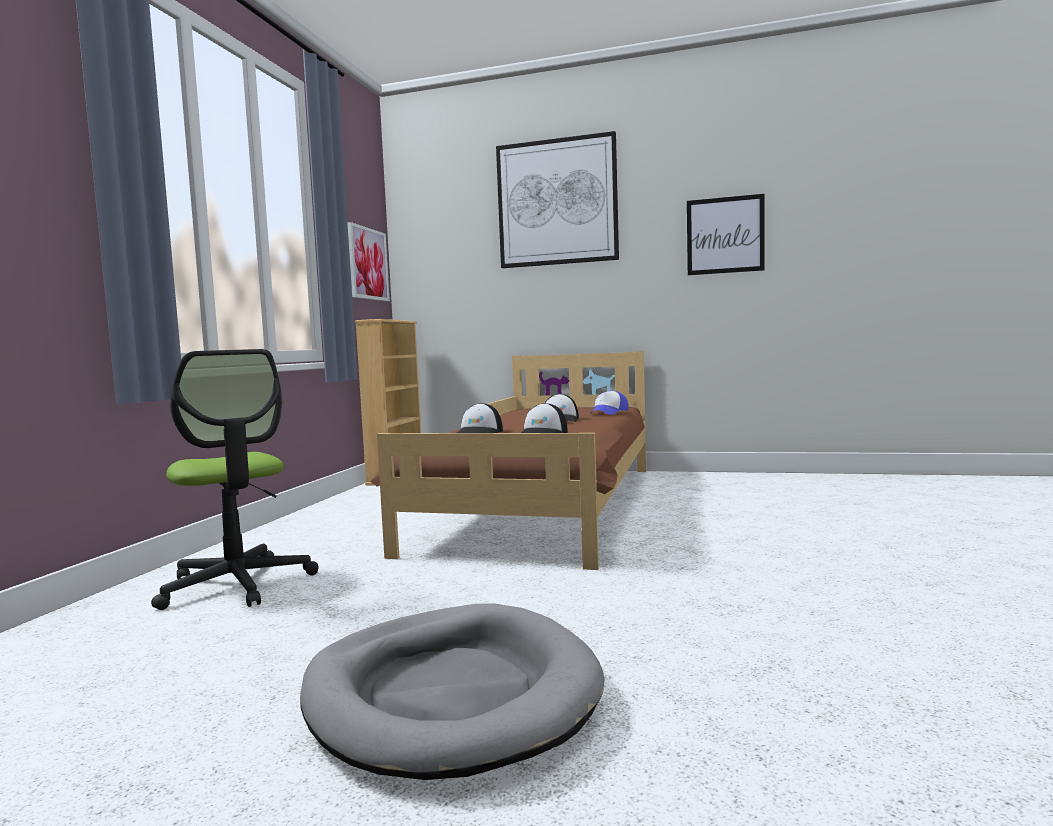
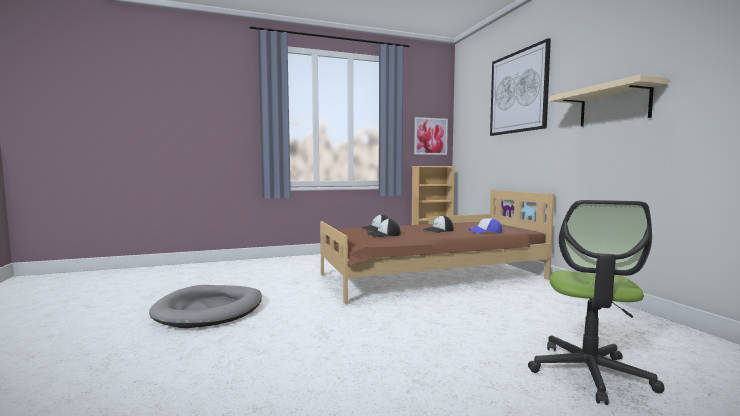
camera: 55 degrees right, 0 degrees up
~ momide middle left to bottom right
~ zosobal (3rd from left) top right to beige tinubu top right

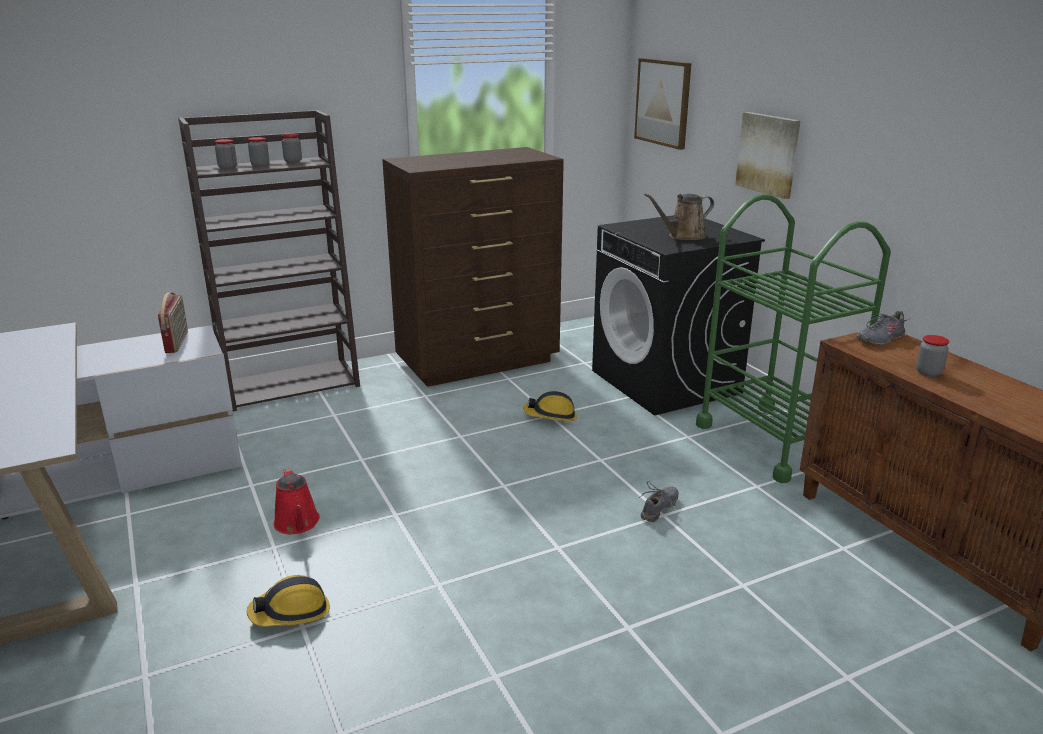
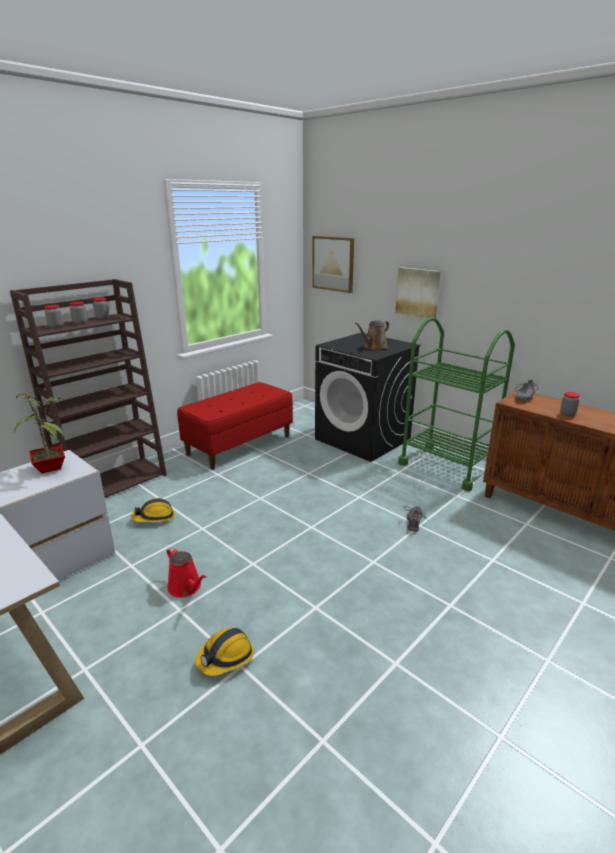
camera: 20 degrees left, 0 degrees up
~ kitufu middle left to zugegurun middle left
~ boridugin (2nd from left in the first image) centre to boridugin (1st from left) middle left
~ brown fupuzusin centre to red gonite centre

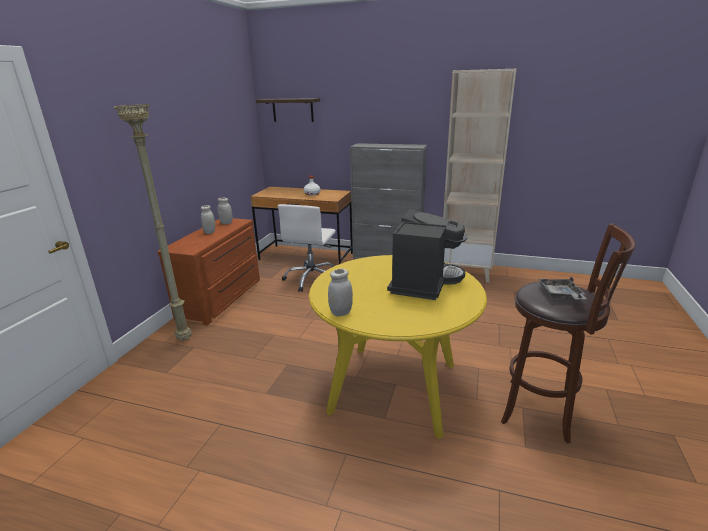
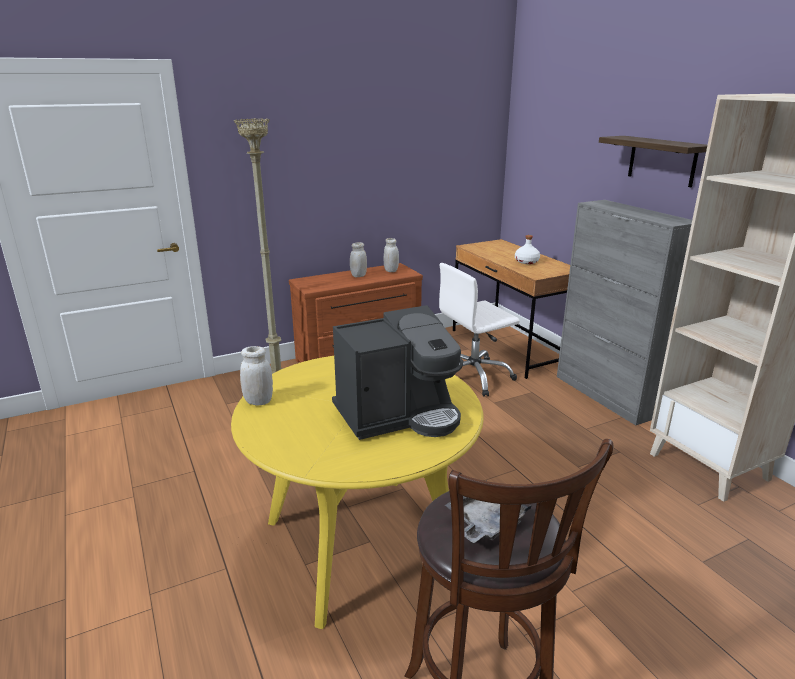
camera: 45 degrees right, 0 degrees up
~ tinubu top centre to top right

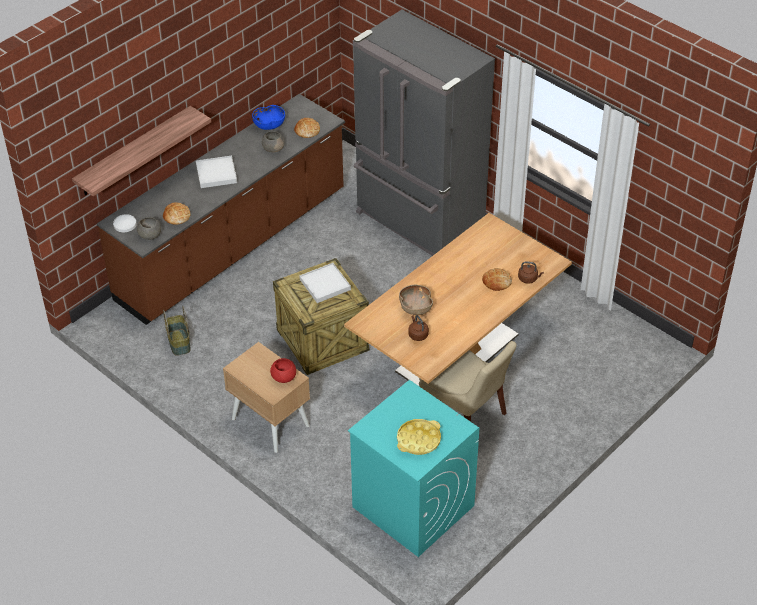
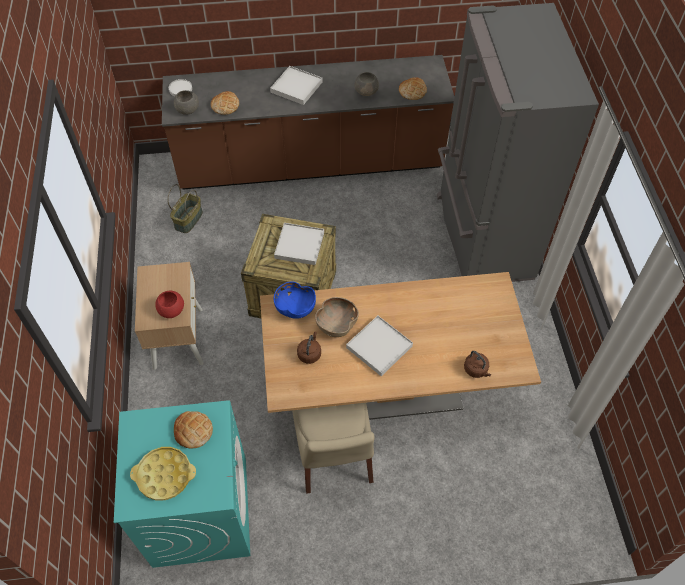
camera: 40 degrees right, 10 degrees up
~ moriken (3rd from left in the first image) centre to moriken (1st from left) bottom left
~ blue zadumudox top centre to centre
+ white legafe (3rd from left) centre
- tinubu top left

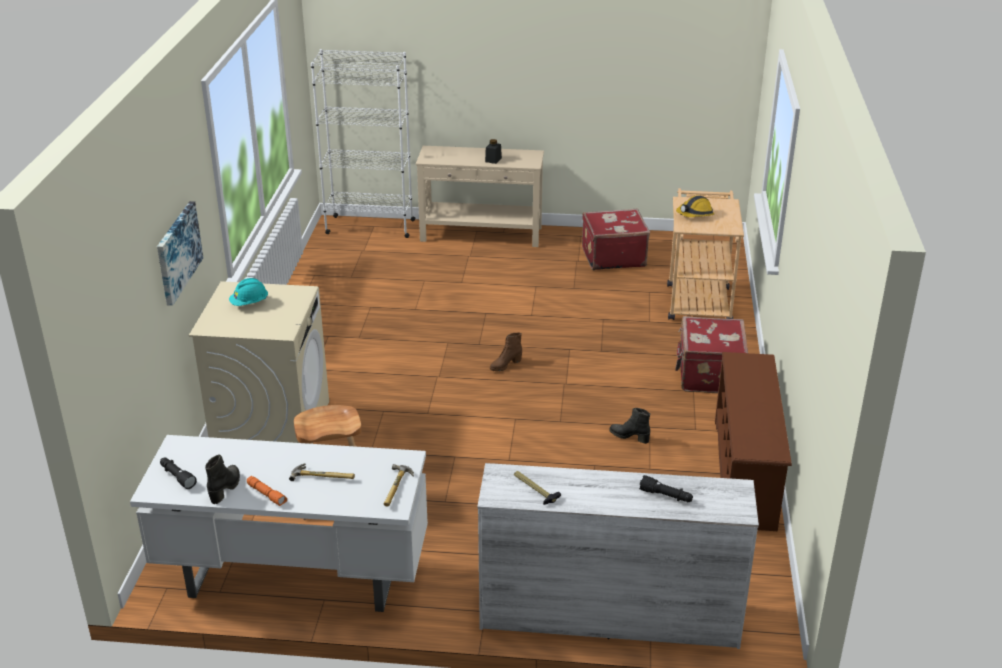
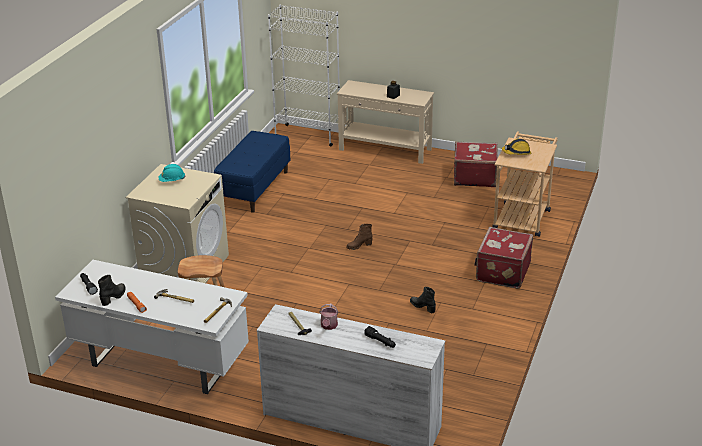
camera: 15 degrees right, 0 degrees up
+ blue gonite centre
+ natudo bottom centre
- zosobal middle left
- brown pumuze middle right

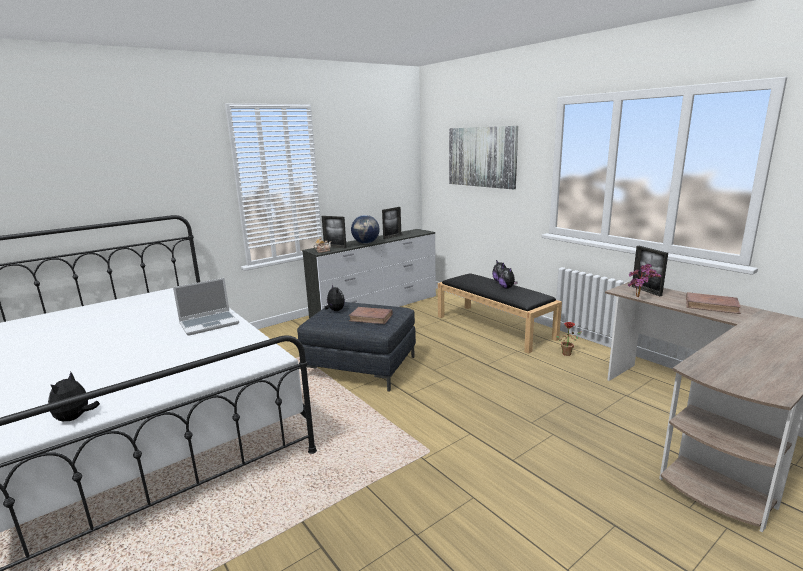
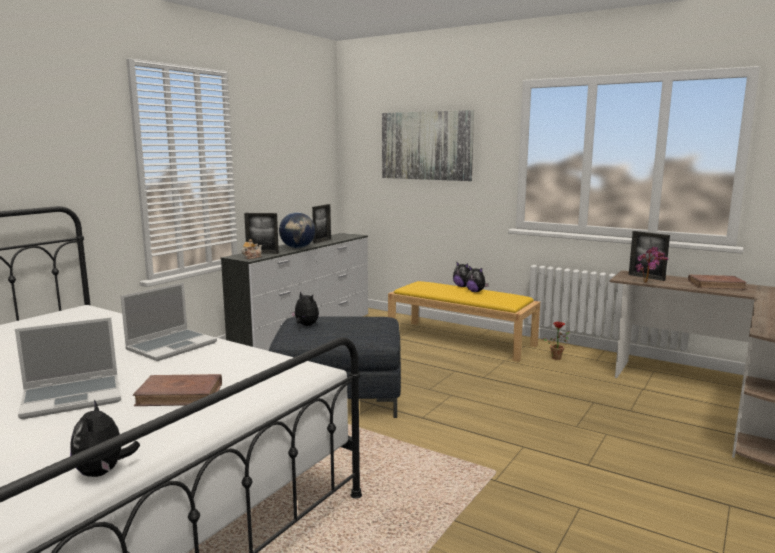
camera: 20 degrees left, 5 degrees down
+ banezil (1st from left) middle left
~ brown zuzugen (1st from left) centre to bottom left
~ black gonite centre to yellow gonite centre

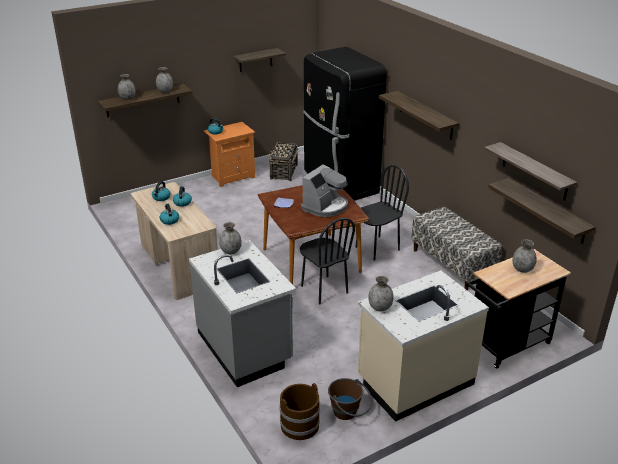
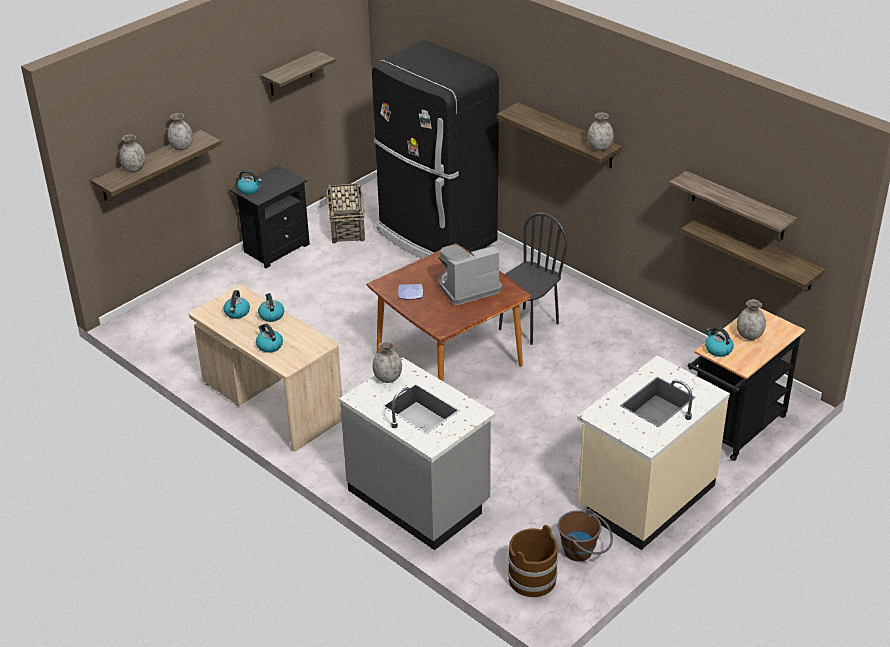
camera: 15 degrees left, 5 degrees up
~ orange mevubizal top centre to black mevubizal middle left
~ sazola centre = centre 135 degrees counterclockwise
~ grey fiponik (4th from left) centre to top right
+ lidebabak (5th from left) middle right
- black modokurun (1st from left) centre
- gonite middle right

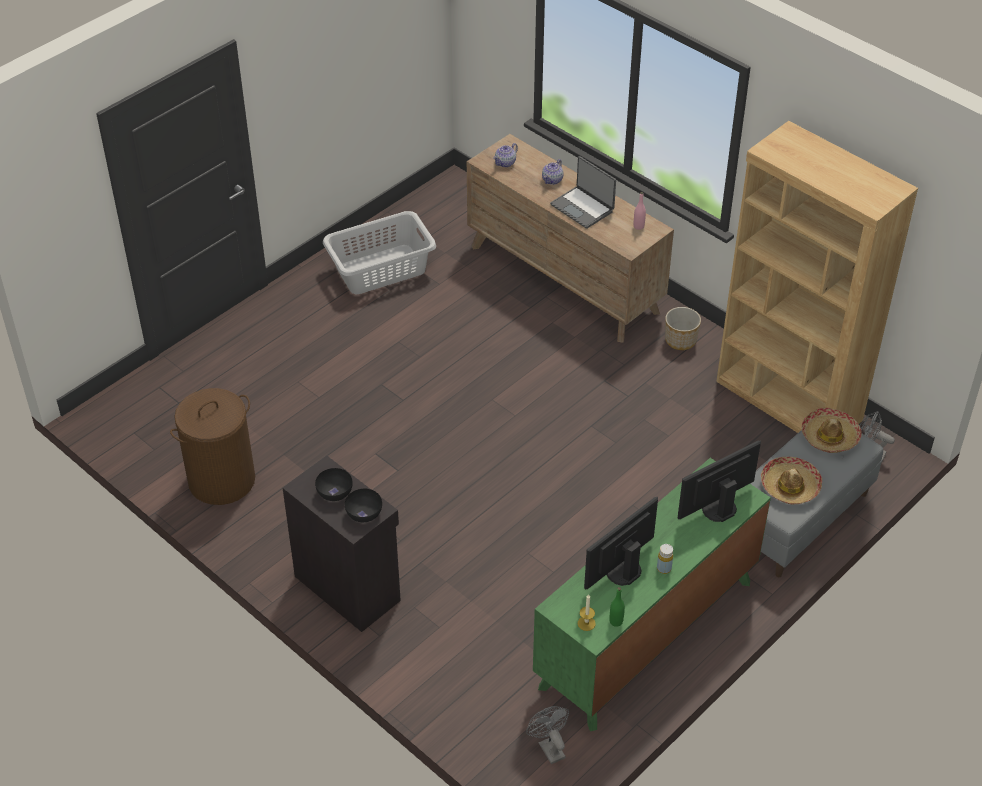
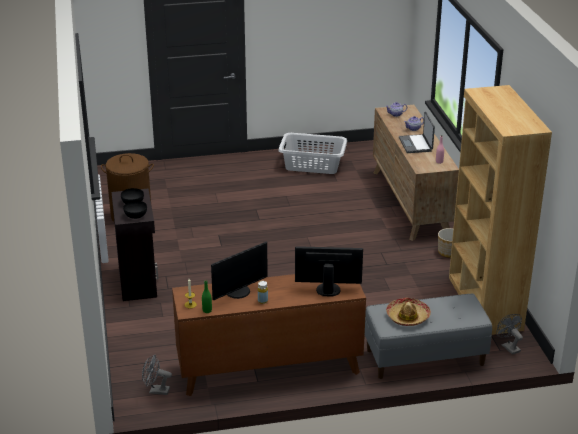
camera: 35 degrees right, 15 degrees down
~ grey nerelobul (1st from left) bottom centre = bottom left 90 degrees counterclockwise
~ green fupuzusin bottom centre to brown fupuzusin (1st from left) bottom centre
~ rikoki (1st from left) bottom centre = centre 150 degrees clockwise
- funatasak (2nd from left) middle right

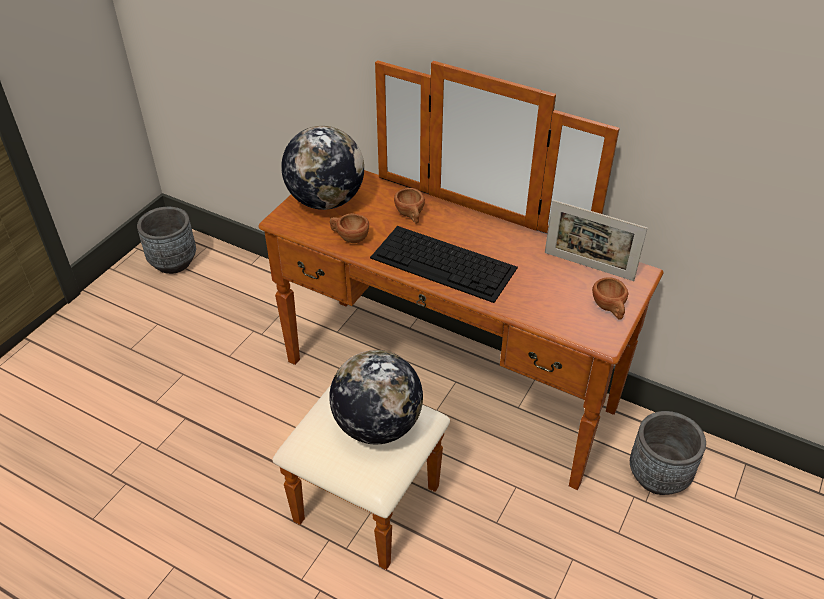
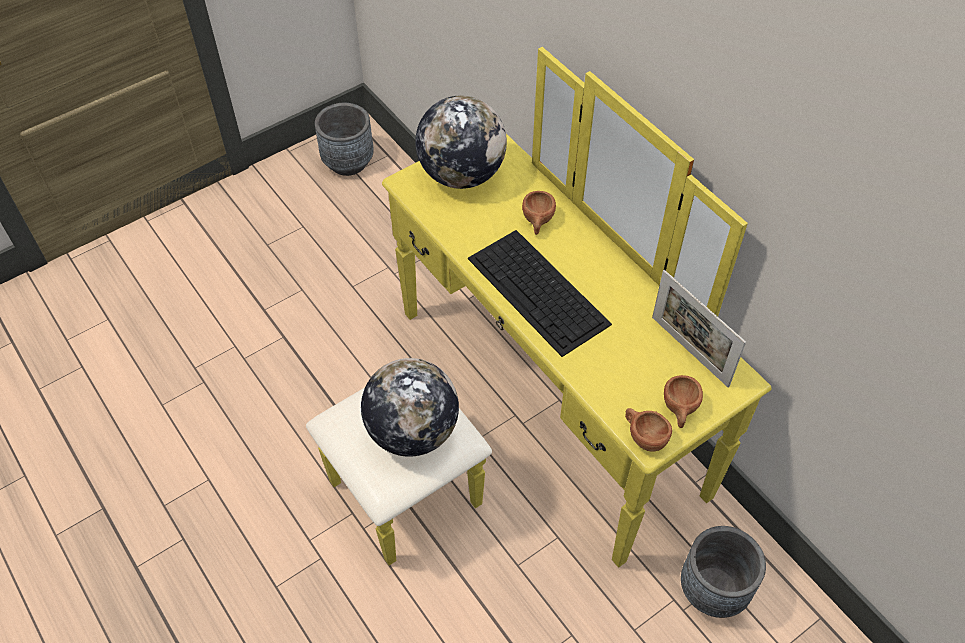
camera: 25 degrees right, 10 degrees up
~ brown fupuzusin centre to yellow fupuzusin centre
~ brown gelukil (1st from left in the first image) centre to brown gelukil (2nd from left) bottom right

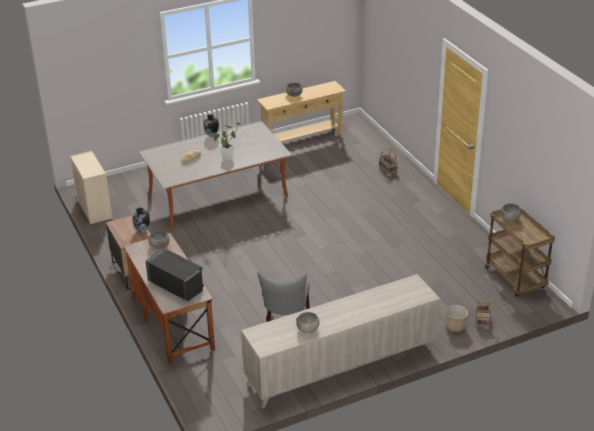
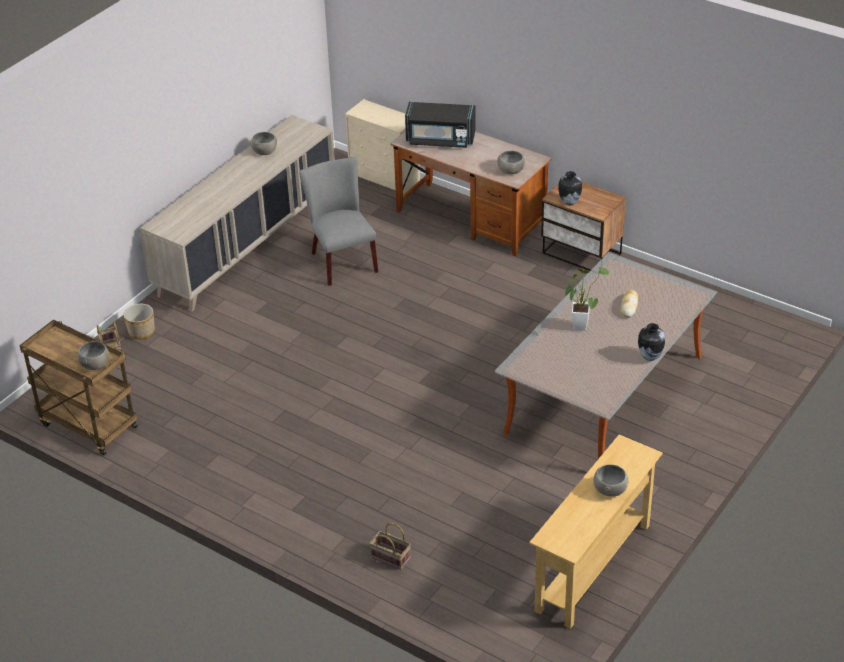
camera: 150 degrees right, 5 degrees up
~ beige fupuzusin middle left to top centre

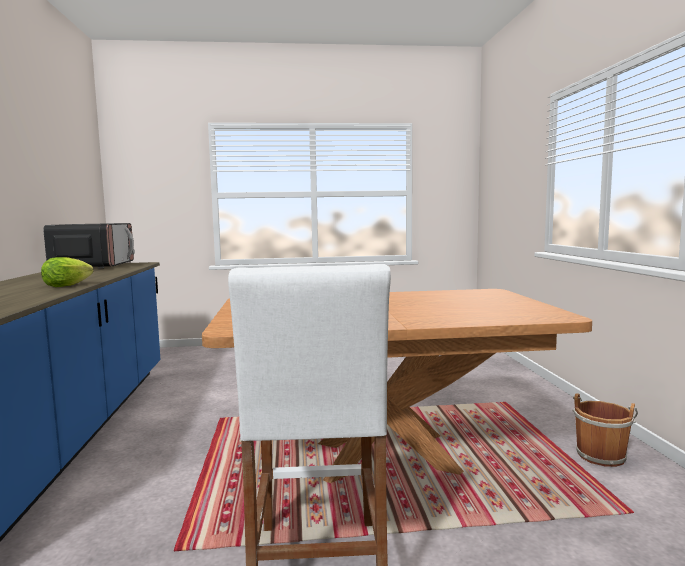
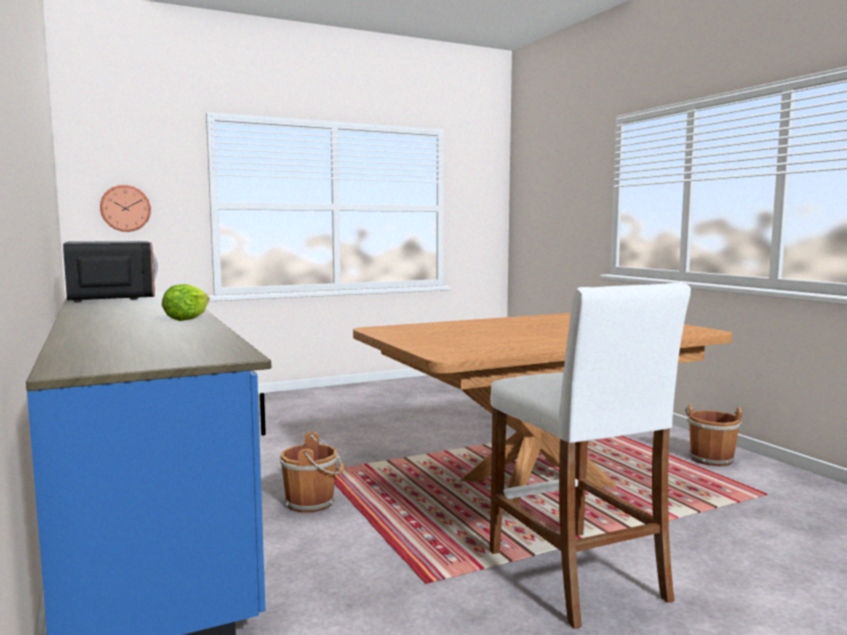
camera: 20 degrees left, 0 degrees up
+ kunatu top left
+ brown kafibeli (1st from left) bottom centre

